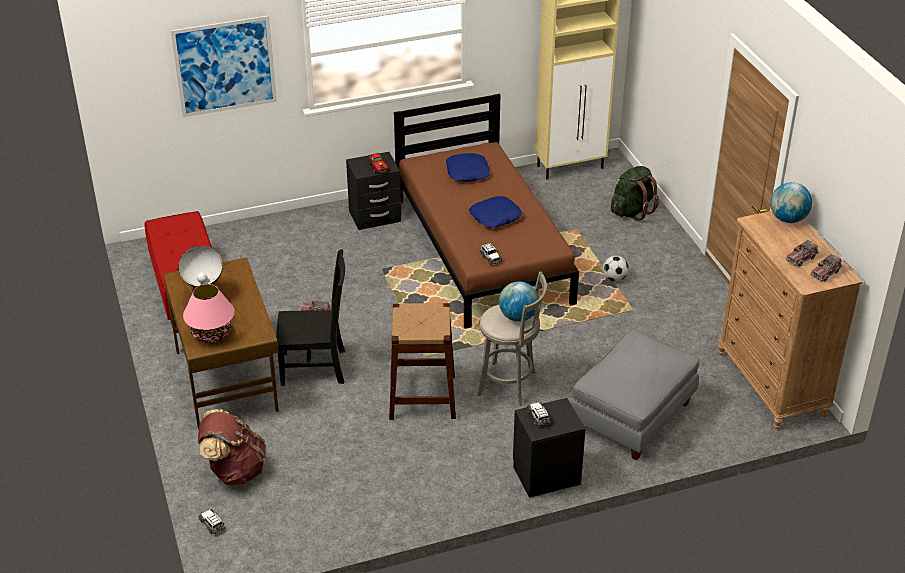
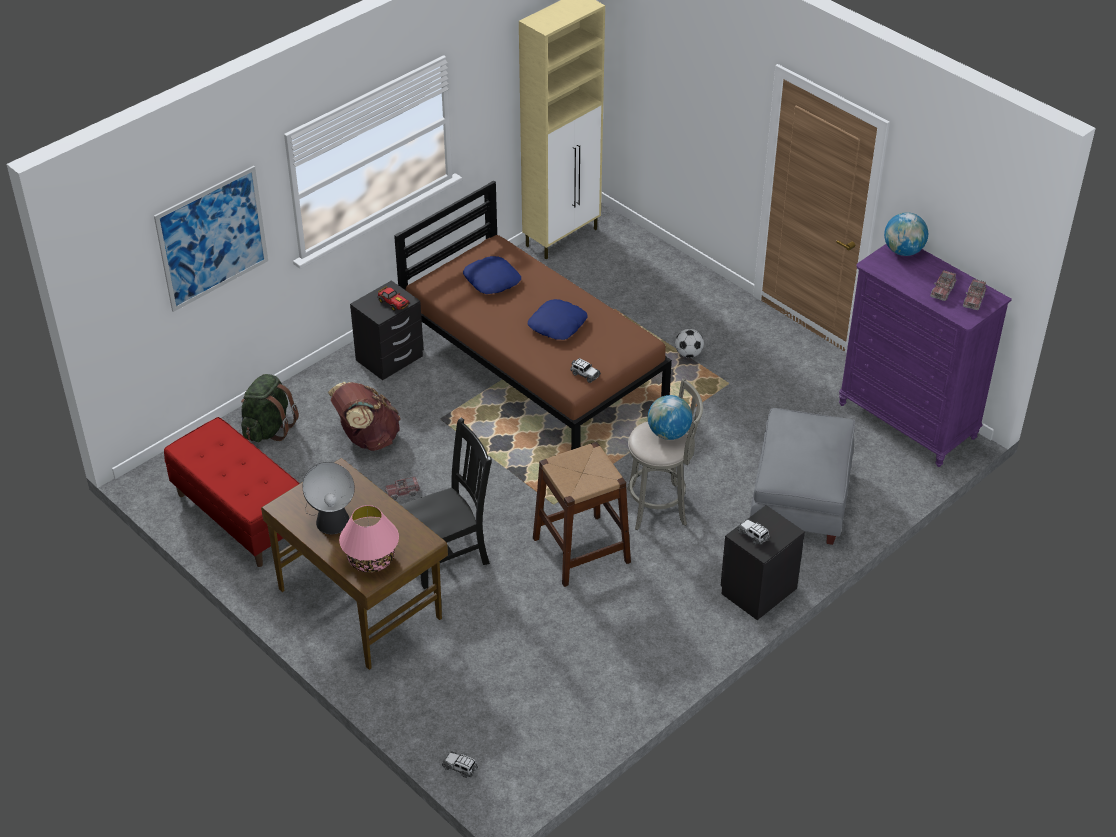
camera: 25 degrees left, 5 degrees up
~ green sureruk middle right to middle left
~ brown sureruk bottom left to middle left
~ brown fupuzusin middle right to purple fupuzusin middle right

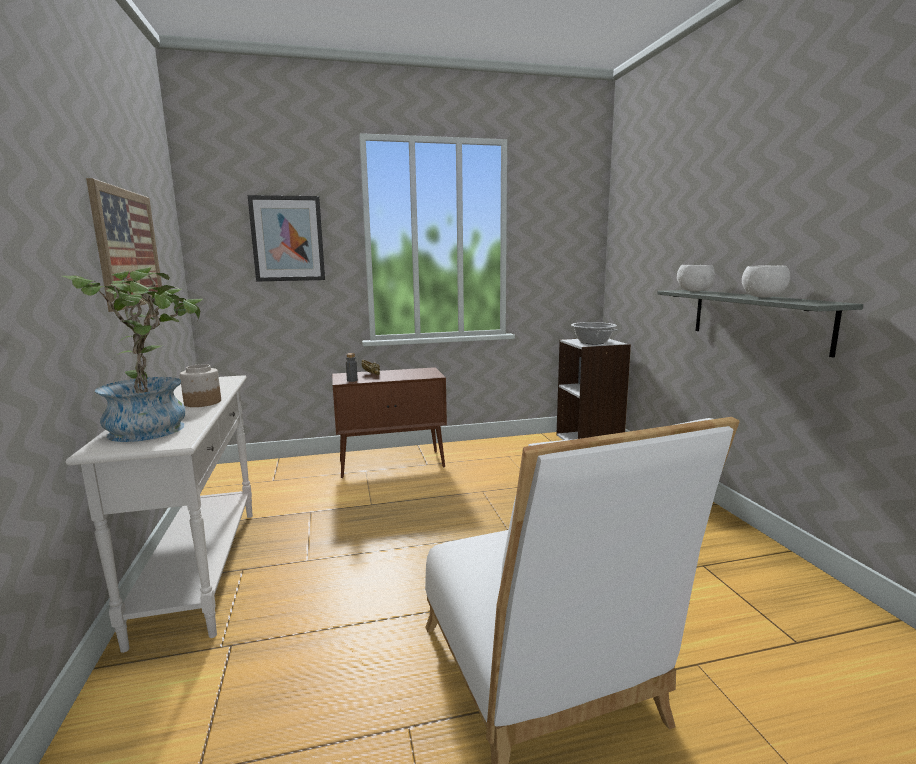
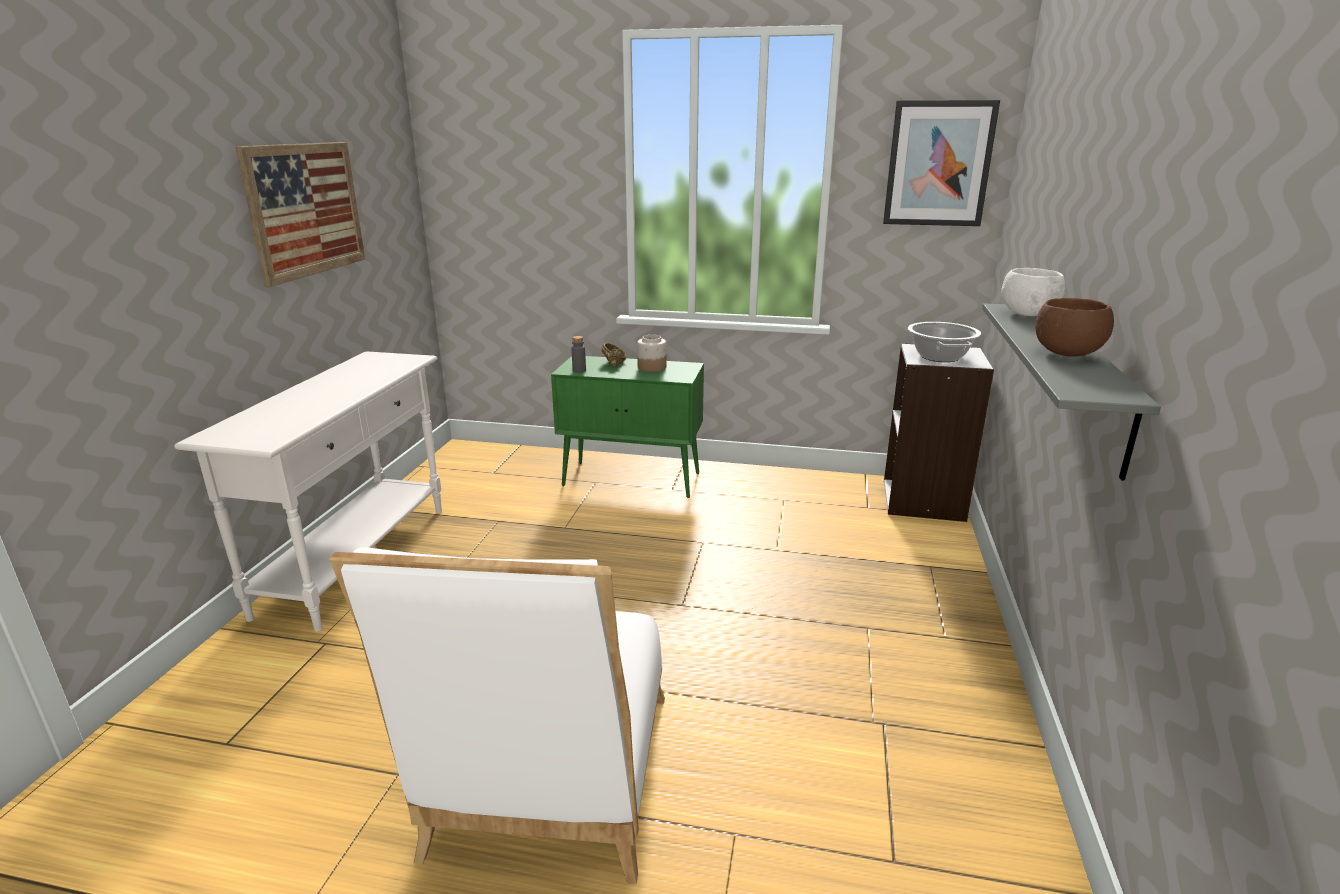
camera: 25 degrees right, 10 degrees up
~ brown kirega centre to green kirega centre
~ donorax middle left to centre
~ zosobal (2nd from left) top left to top right
~ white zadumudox (2nd from left) middle right to brown zadumudox (2nd from left) middle right
- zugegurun middle left

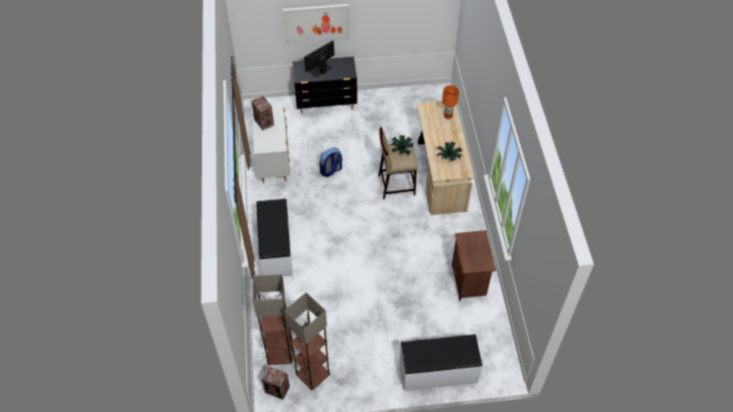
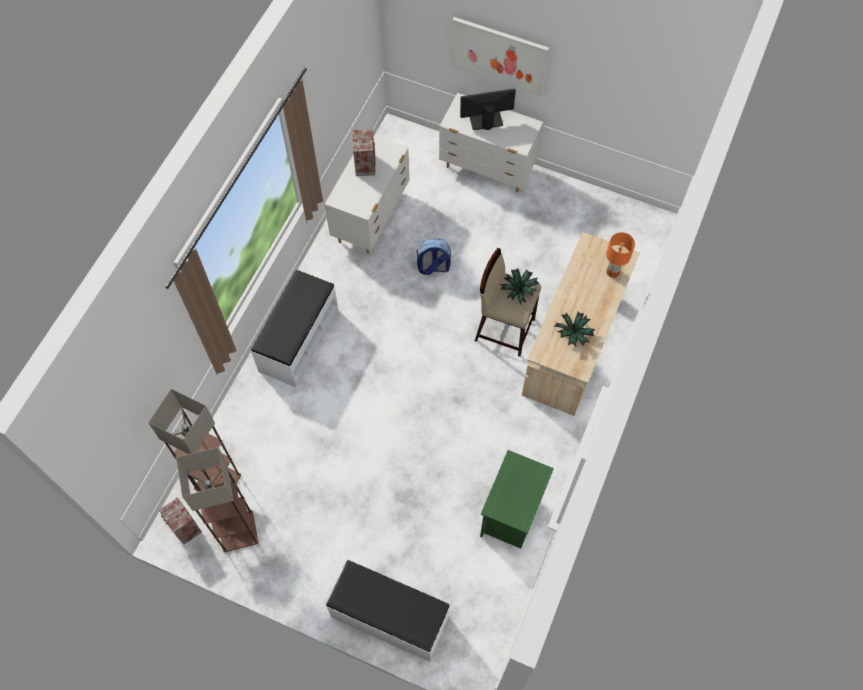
camera: 30 degrees right, 10 degrees up
~ black fupuzusin top centre to white fupuzusin (2nd from left) top centre
~ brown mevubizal centre to green mevubizal bottom centre

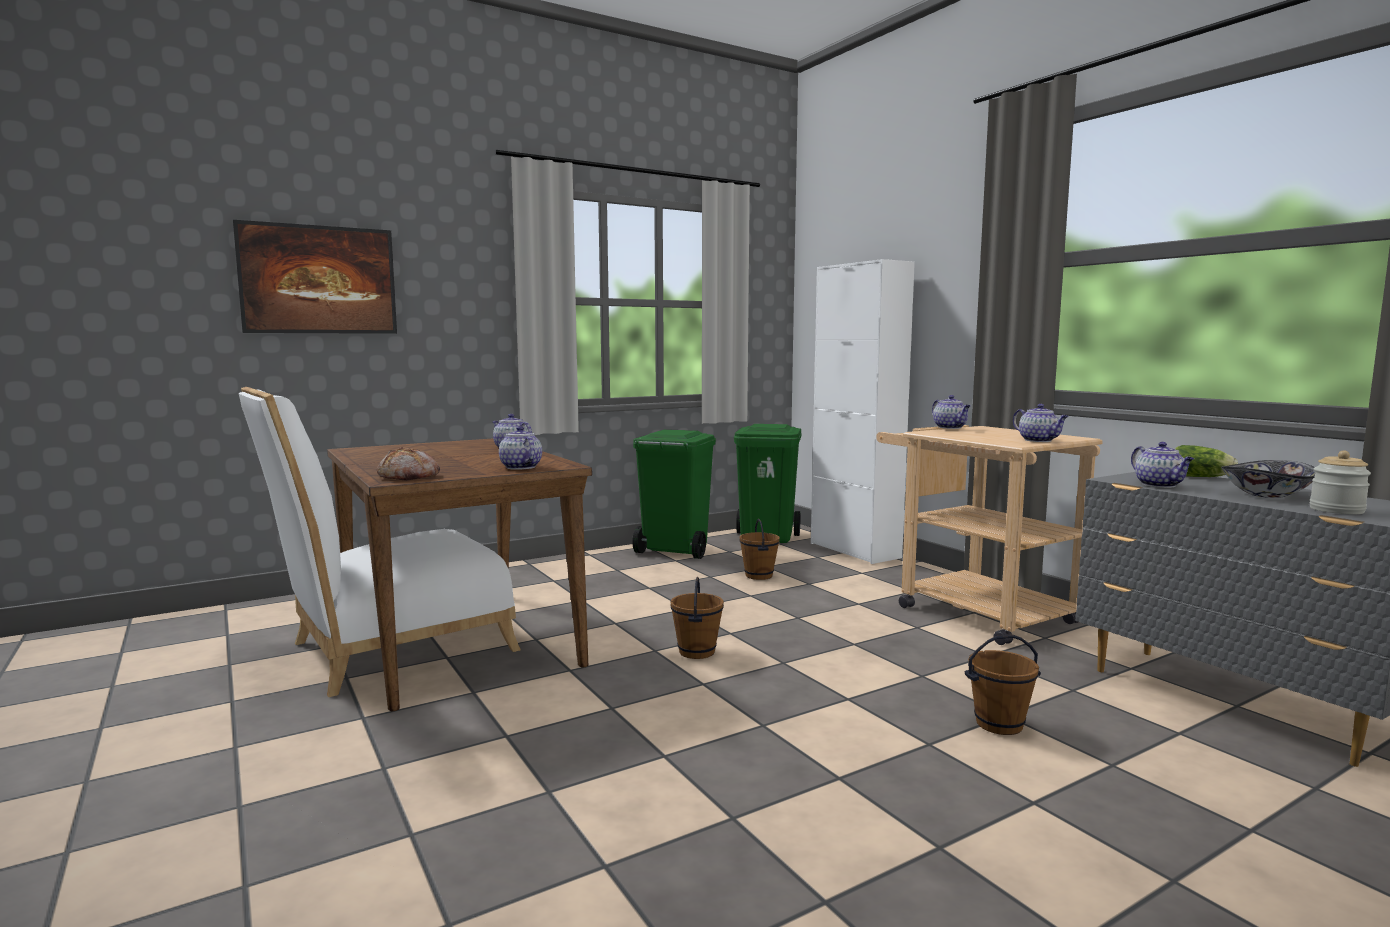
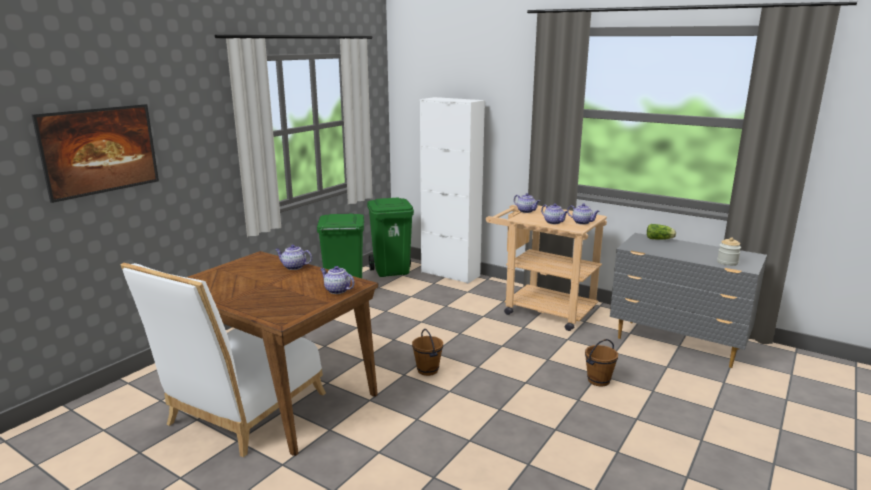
camera: 25 degrees left, 10 degrees up
~ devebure (5th from left in the first image) middle right to devebure (4th from left) centre
- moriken middle left
- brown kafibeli (2nd from left) centre
- zadumudox middle right

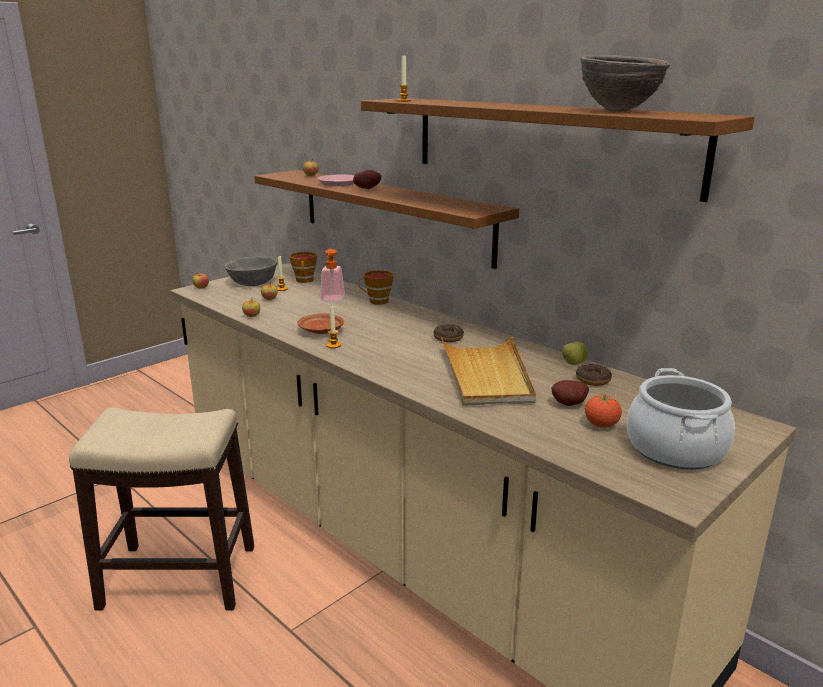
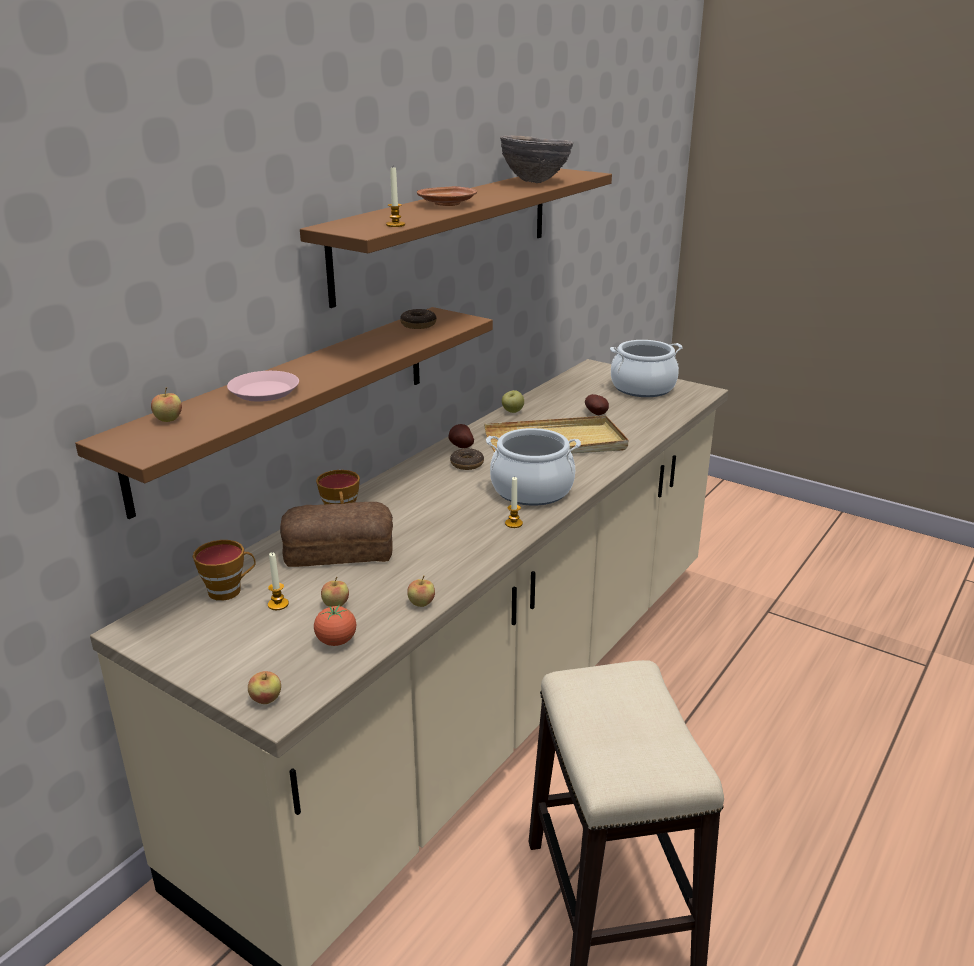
camera: 100 degrees left, 5 degrees up
~ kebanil centre to moriken centre
~ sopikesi middle right to centre
~ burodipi (2nd from left in the first image) middle right to burodipi (1st from left) top centre
~ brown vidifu centre to top centre
~ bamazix (1st from left) top centre to centre
+ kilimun (1st from left) centre
- grey zadumudox middle left

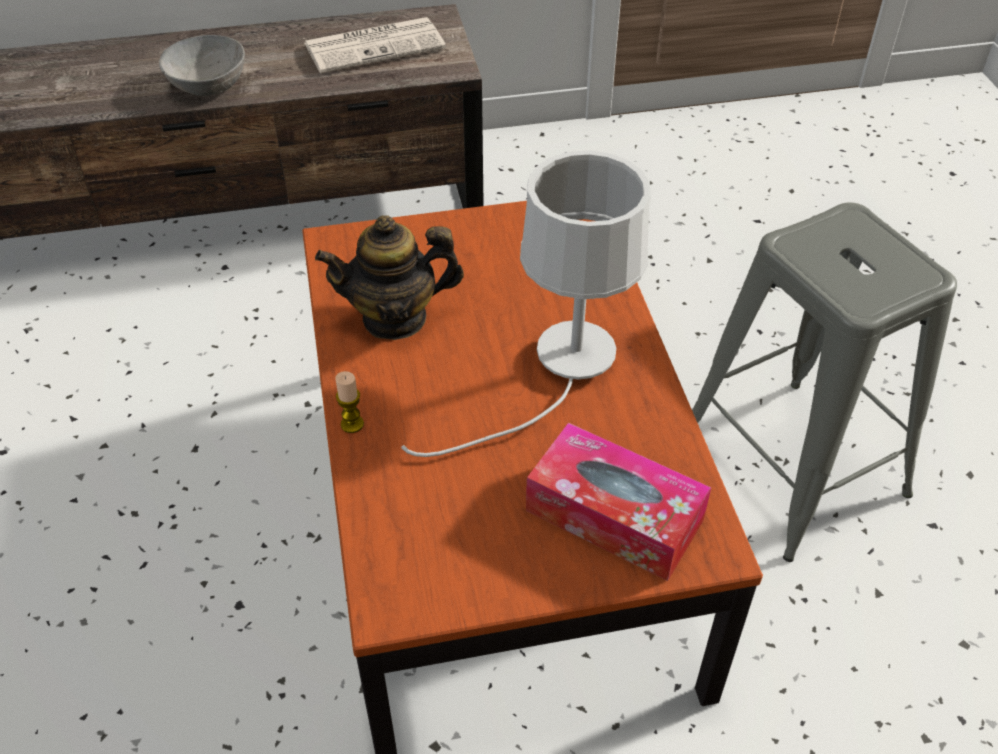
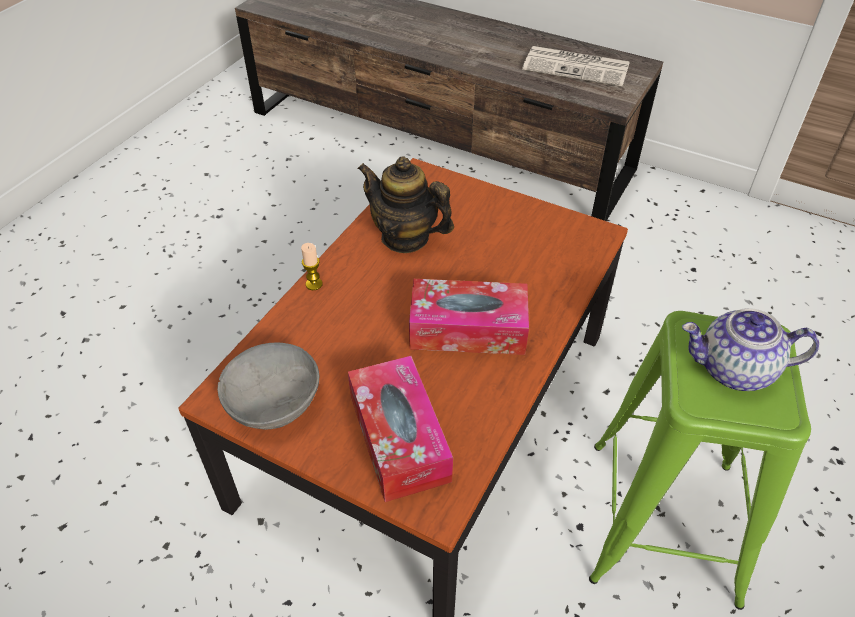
camera: 40 degrees right, 0 degrees up
~ grey zadumudox top left to middle left
~ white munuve centre to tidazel (2nd from left) centre
~ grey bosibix middle right to green bosibix bottom right
+ devebure (2nd from left) middle right

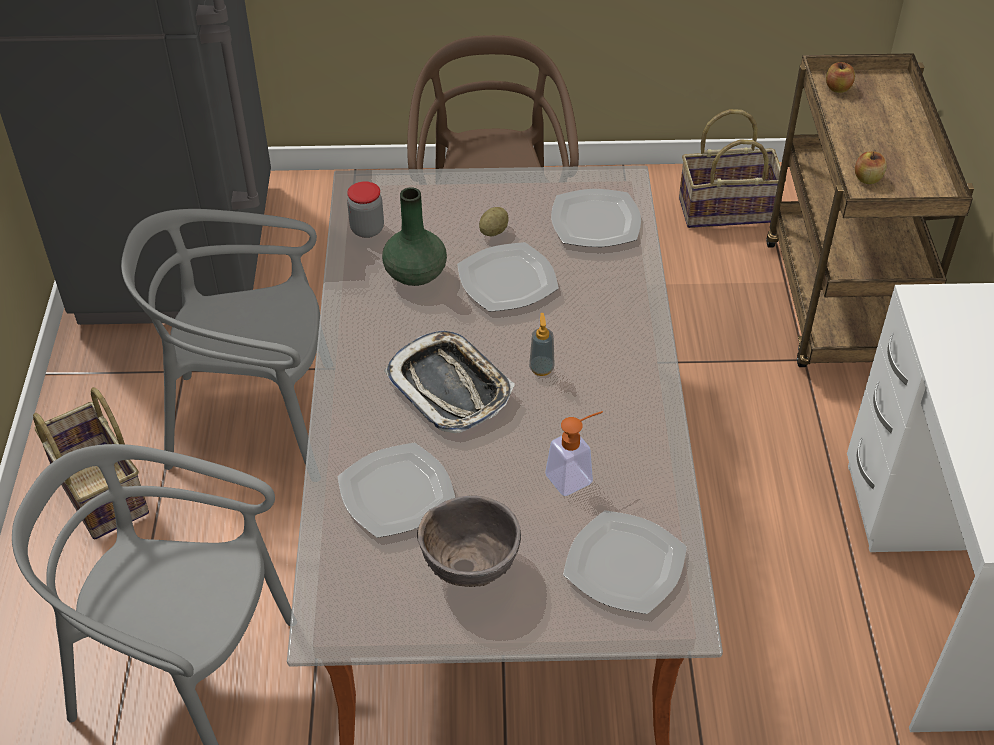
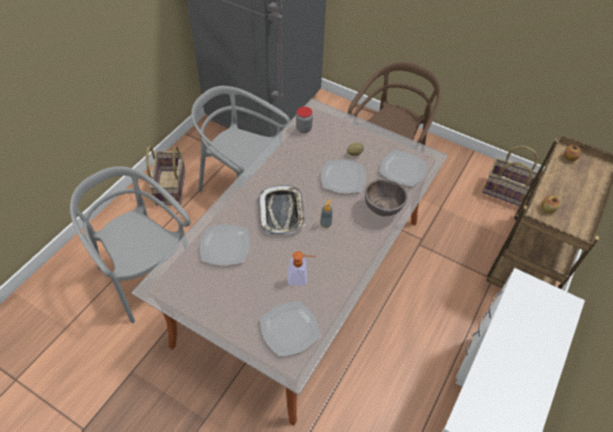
camera: 30 degrees right, 5 degrees up
~ brown zadumudox bottom centre to centre
- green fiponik top centre

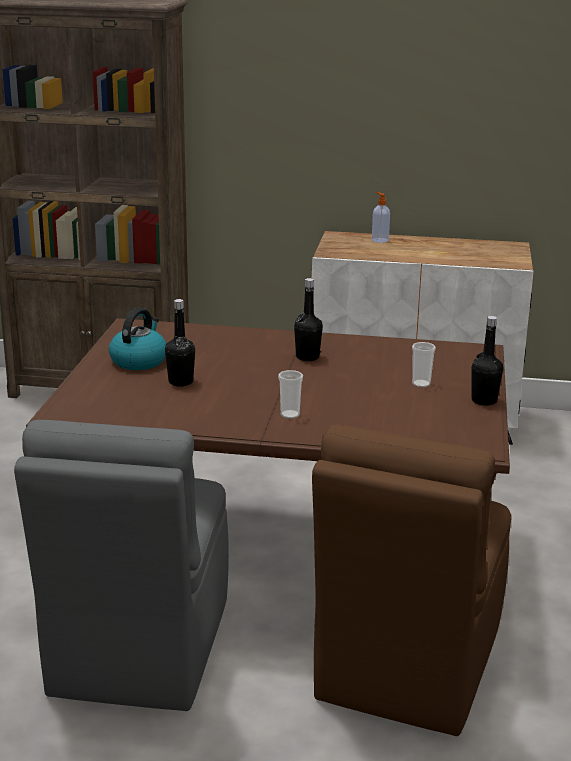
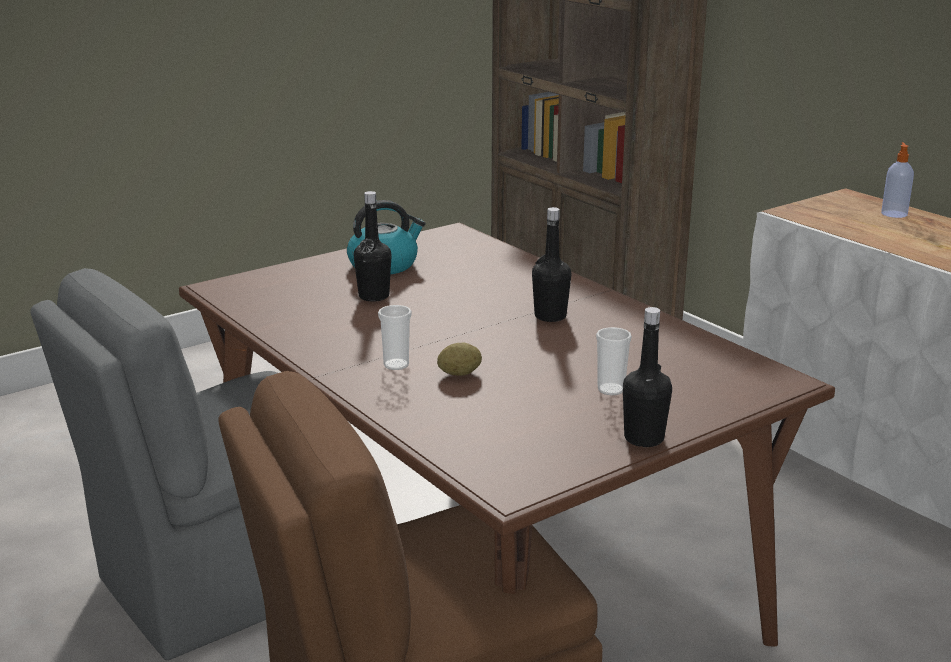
camera: 45 degrees right, 0 degrees up
+ bamazix centre

